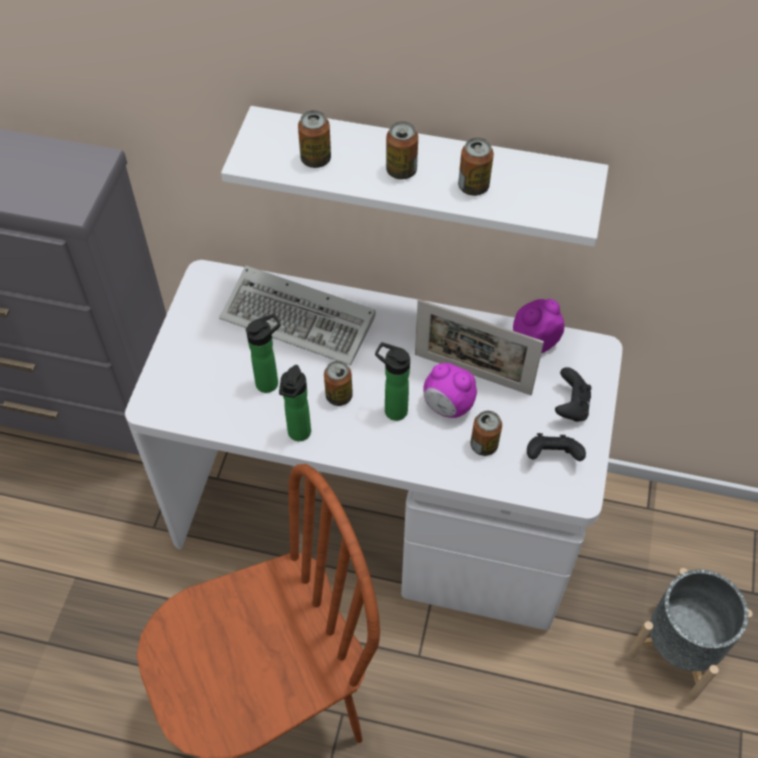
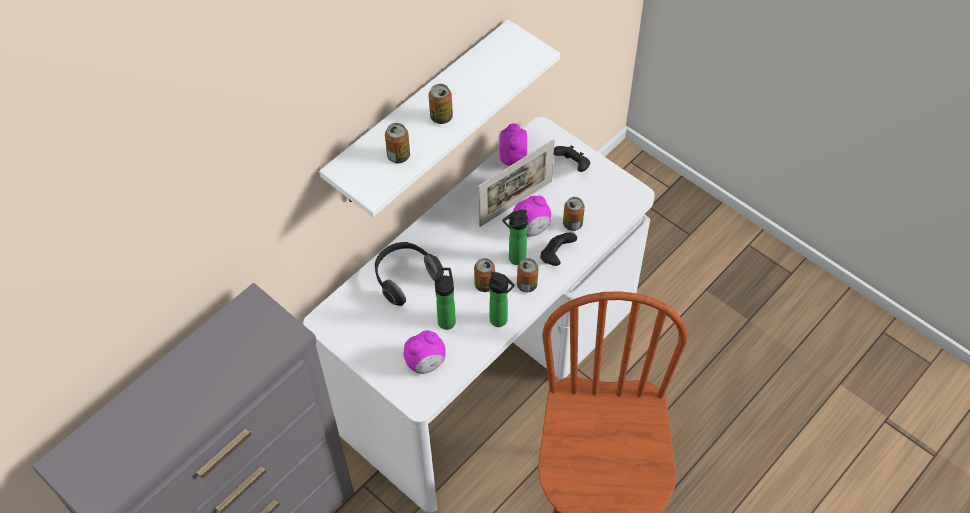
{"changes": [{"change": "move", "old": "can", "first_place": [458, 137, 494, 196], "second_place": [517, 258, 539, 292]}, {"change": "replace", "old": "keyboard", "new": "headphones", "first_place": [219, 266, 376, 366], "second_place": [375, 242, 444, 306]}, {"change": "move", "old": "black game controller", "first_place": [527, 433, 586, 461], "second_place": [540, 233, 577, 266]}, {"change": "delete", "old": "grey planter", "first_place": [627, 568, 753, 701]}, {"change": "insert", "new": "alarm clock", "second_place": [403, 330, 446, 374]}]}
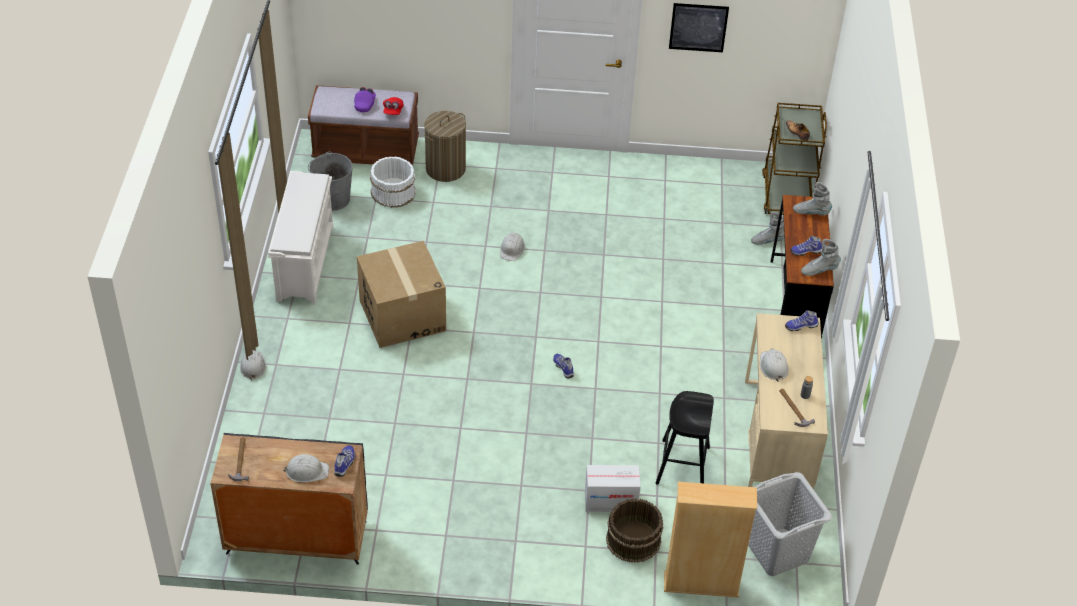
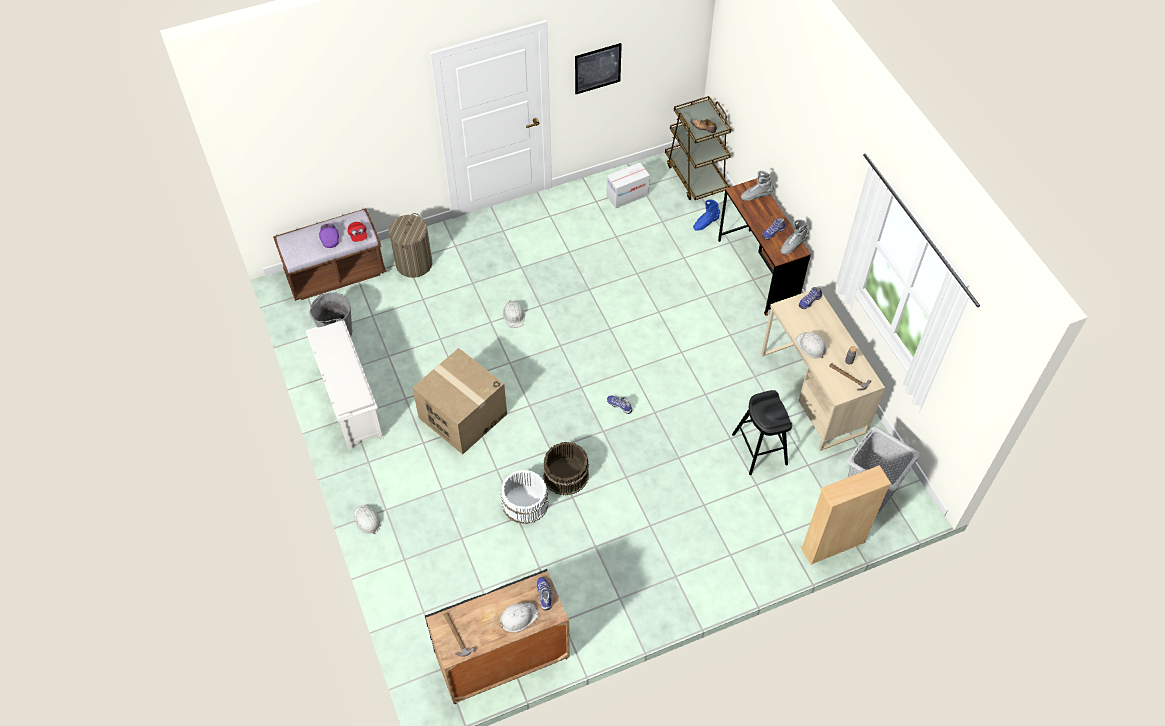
{"changes": [{"change": "move", "old": "white bucket", "first_place": [370, 156, 416, 208], "second_place": [501, 470, 548, 524]}, {"change": "recolor", "old": "grey boot", "new": "blue boot", "first_place": [751, 212, 784, 245], "second_place": [693, 200, 720, 231]}, {"change": "move", "old": "cardboard box", "first_place": [585, 465, 641, 512], "second_place": [606, 163, 650, 208]}, {"change": "move", "old": "brown bucket", "first_place": [606, 498, 663, 563], "second_place": [543, 442, 589, 496]}]}
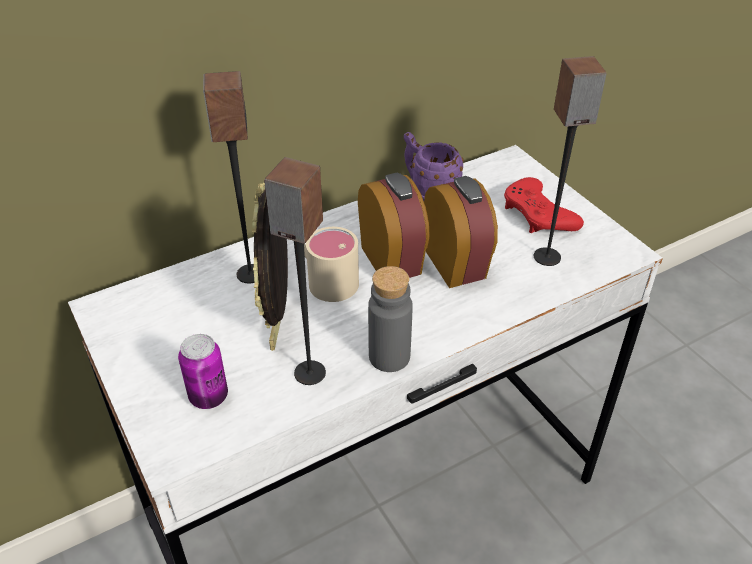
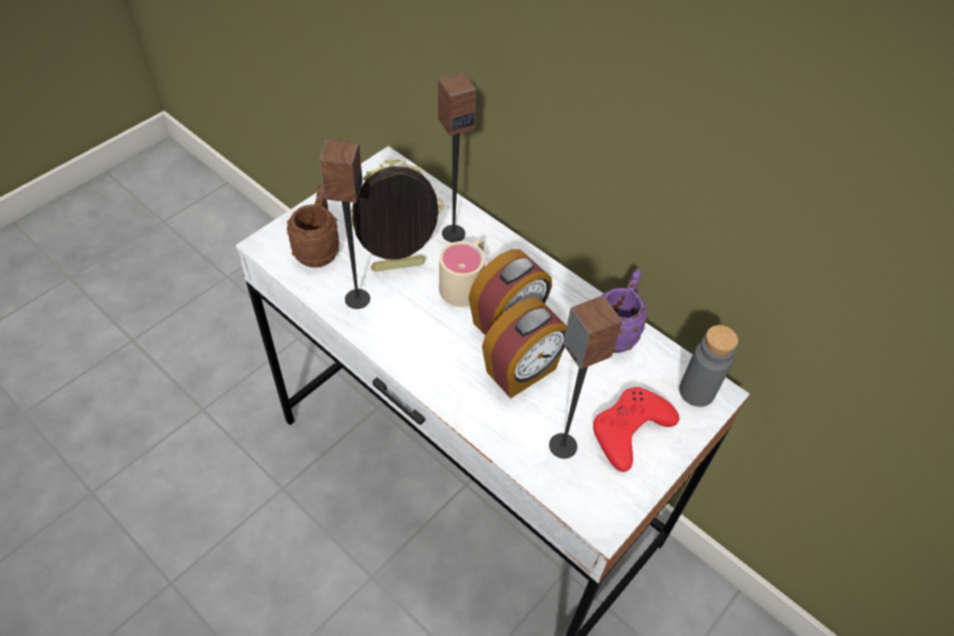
{"changes": [{"change": "move", "old": "grey bottle", "first_place": [368, 266, 413, 372], "second_place": [679, 325, 738, 407]}, {"change": "replace", "old": "can", "new": "brown mug", "first_place": [178, 334, 228, 409], "second_place": [287, 185, 339, 268]}]}
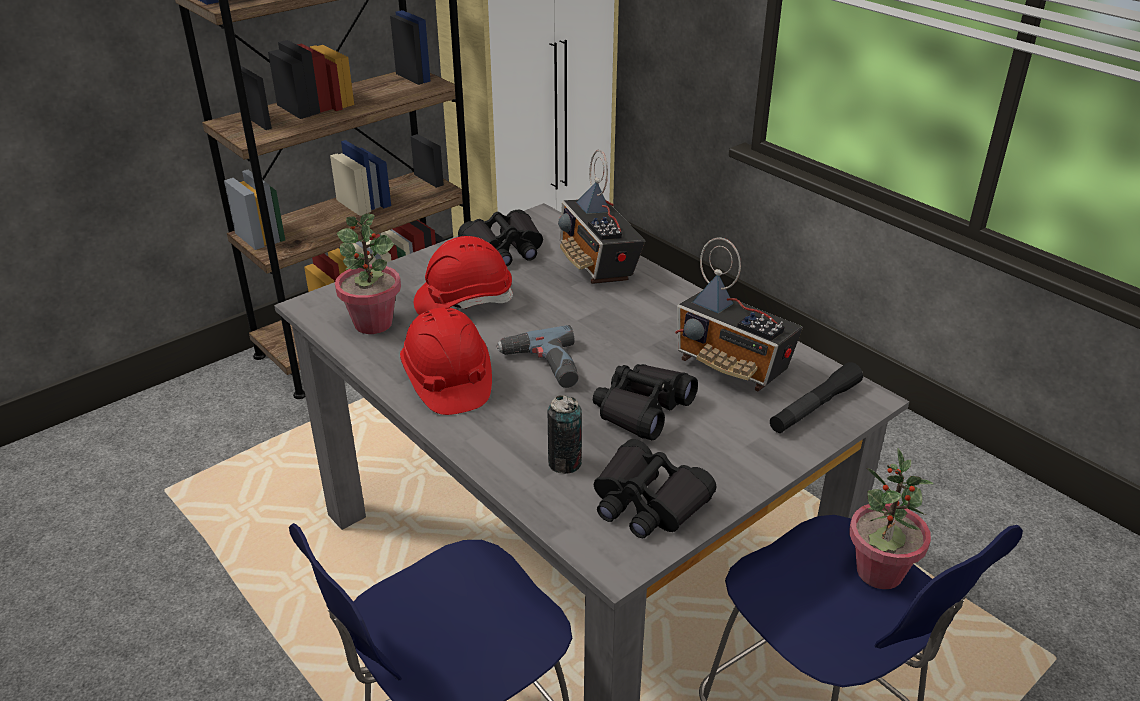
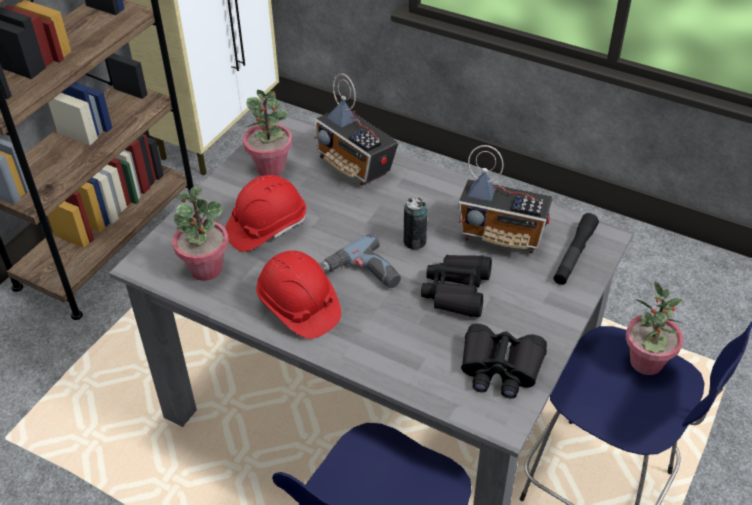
{"changes": [{"change": "replace", "old": "black binoculars", "new": "potted plant", "first_place": [458, 210, 543, 266], "second_place": [243, 90, 292, 176]}, {"change": "move", "old": "can", "first_place": [548, 395, 582, 474], "second_place": [404, 197, 427, 249]}]}
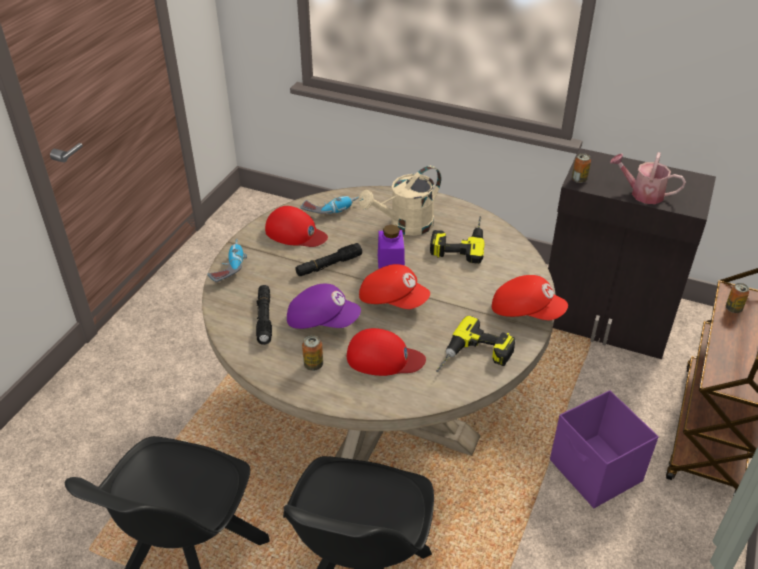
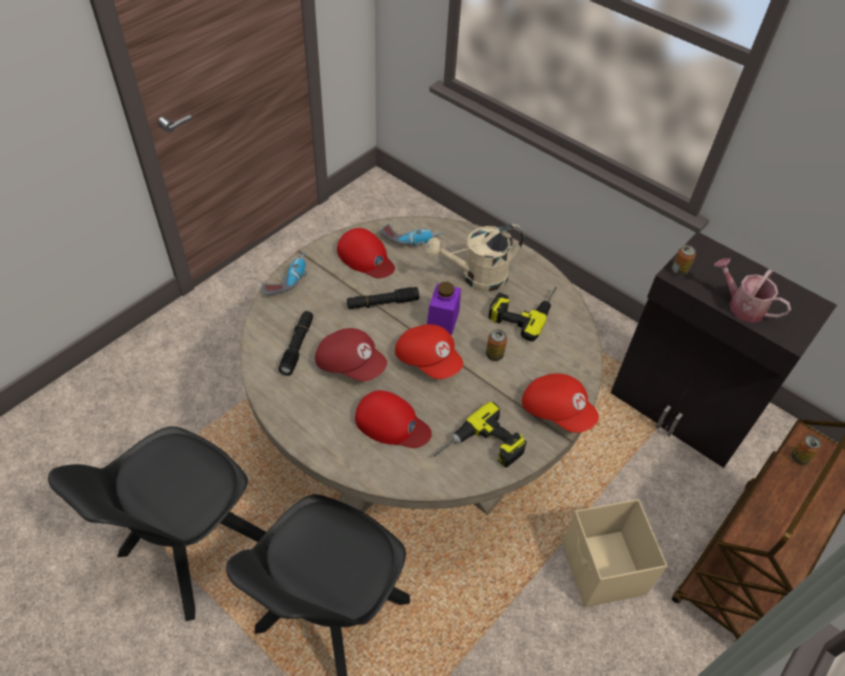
{"changes": [{"change": "recolor", "old": "purple cap", "new": "red cap", "first_place": [287, 284, 361, 329], "second_place": [315, 328, 387, 381]}, {"change": "move", "old": "can", "first_place": [302, 335, 323, 371], "second_place": [486, 329, 507, 361]}, {"change": "recolor", "old": "purple storage box", "new": "beige storage box", "first_place": [550, 390, 659, 508], "second_place": [562, 499, 668, 608]}]}
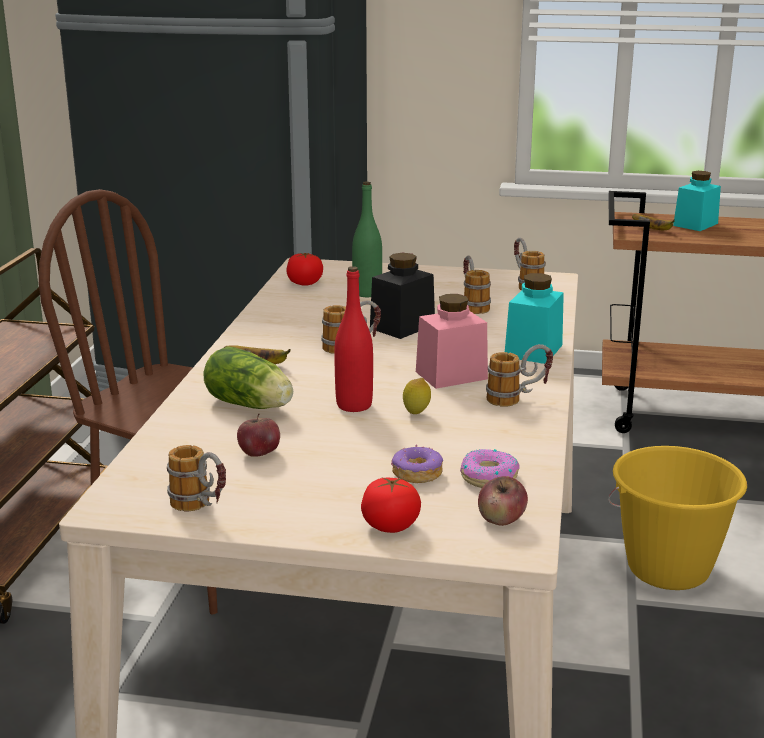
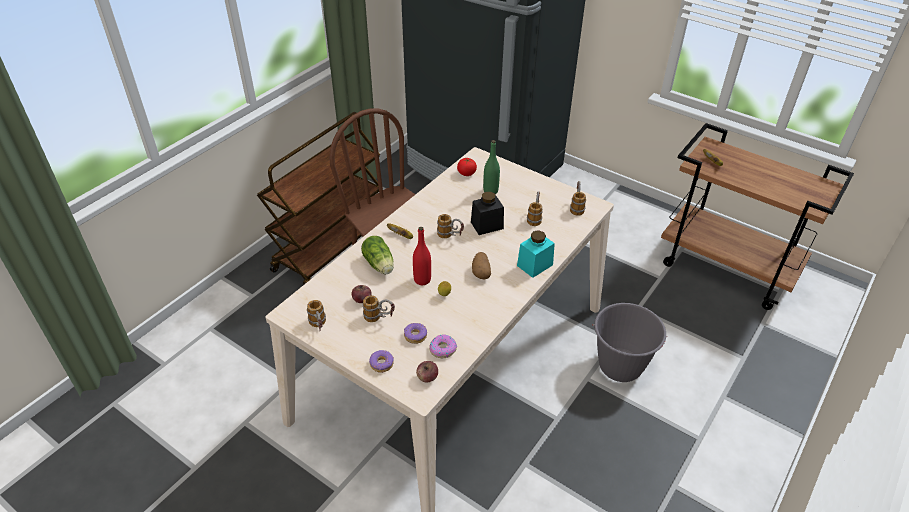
{"changes": [{"change": "delete", "old": "turquoise jar", "first_place": [673, 171, 721, 231]}, {"change": "replace", "old": "pink jar", "new": "potato", "first_place": [416, 294, 488, 389], "second_place": [472, 252, 491, 279]}, {"change": "move", "old": "mug", "first_place": [486, 344, 553, 407], "second_place": [363, 295, 395, 322]}, {"change": "recolor", "old": "yellow bucket", "new": "grey bucket", "first_place": [608, 446, 747, 590], "second_place": [592, 303, 667, 382]}, {"change": "replace", "old": "tomato", "new": "donut", "first_place": [361, 477, 421, 533], "second_place": [369, 350, 394, 373]}]}
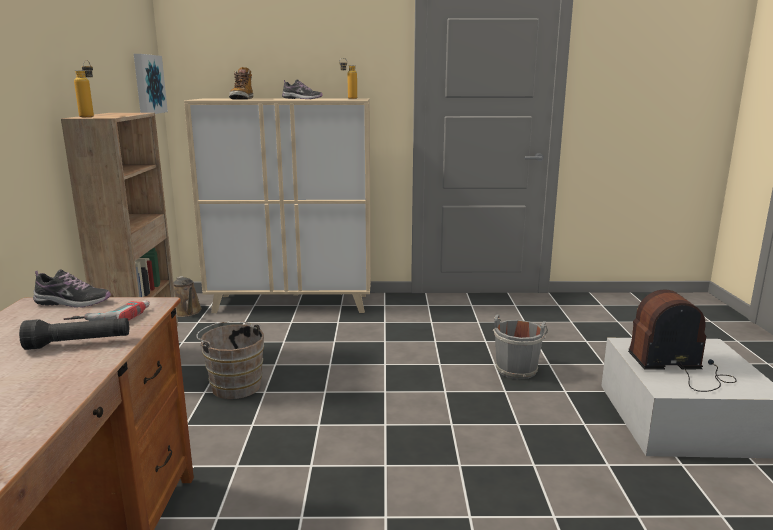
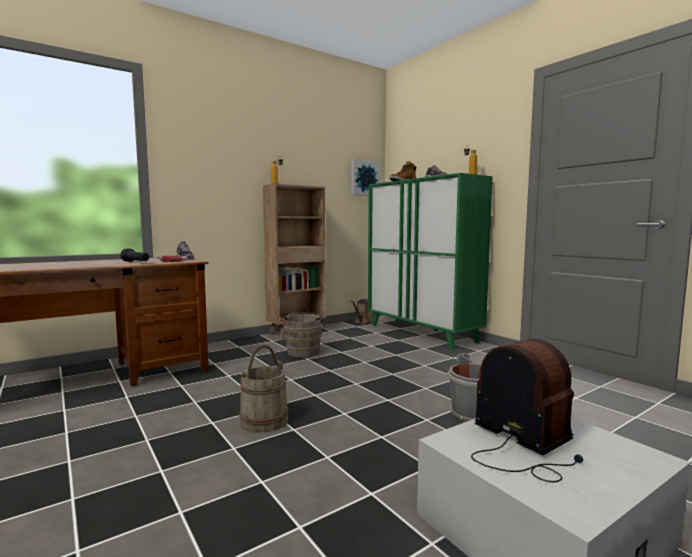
{"changes": [{"change": "recolor", "old": "beige cabinet", "new": "green cabinet", "first_place": [184, 98, 371, 313], "second_place": [368, 173, 493, 350]}, {"change": "insert", "new": "beige bucket", "second_place": [239, 345, 289, 433]}]}
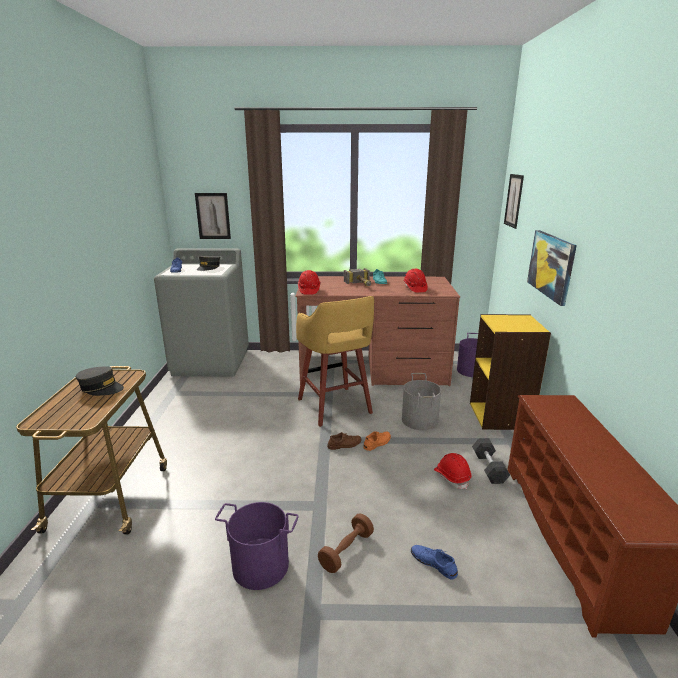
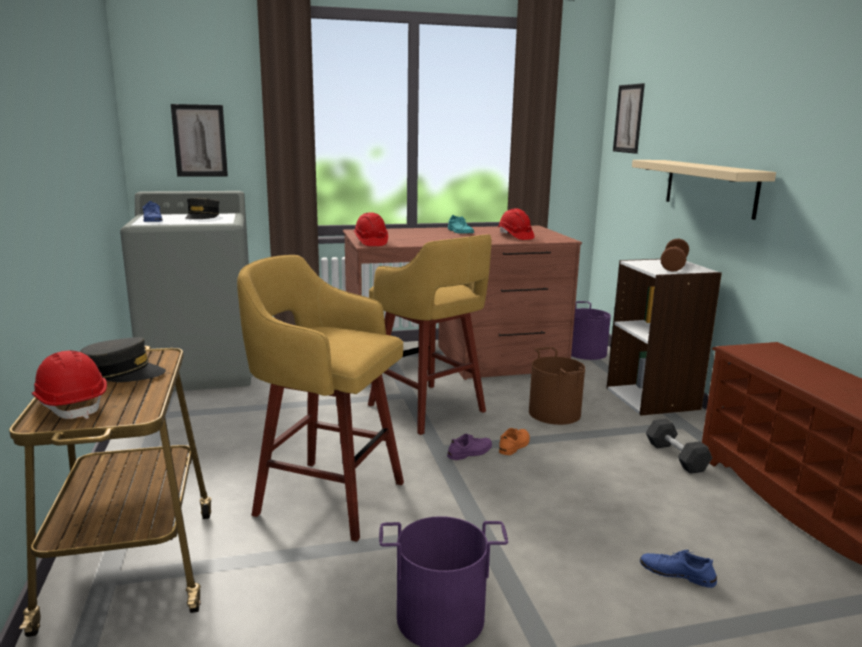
{"changes": [{"change": "replace", "old": "picture", "new": "beige shelf", "first_place": [527, 230, 577, 306], "second_place": [632, 160, 776, 220]}, {"change": "delete", "old": "hammer", "first_place": [344, 268, 371, 286]}, {"change": "recolor", "old": "yellow bookcase", "new": "white bookcase", "first_place": [470, 314, 551, 430], "second_place": [607, 259, 722, 416]}, {"change": "recolor", "old": "grey bucket", "new": "brown bucket", "first_place": [402, 373, 441, 430], "second_place": [529, 347, 585, 425]}, {"change": "recolor", "old": "brown shoe", "new": "purple shoe", "first_place": [327, 432, 362, 450], "second_place": [447, 434, 492, 460]}, {"change": "move", "old": "red hard hat", "first_place": [434, 453, 471, 489], "second_place": [32, 350, 107, 419]}, {"change": "move", "old": "brown dumbbell", "first_place": [318, 513, 374, 573], "second_place": [660, 238, 689, 272]}, {"change": "insert", "new": "yellow stool", "second_place": [237, 255, 404, 542]}]}
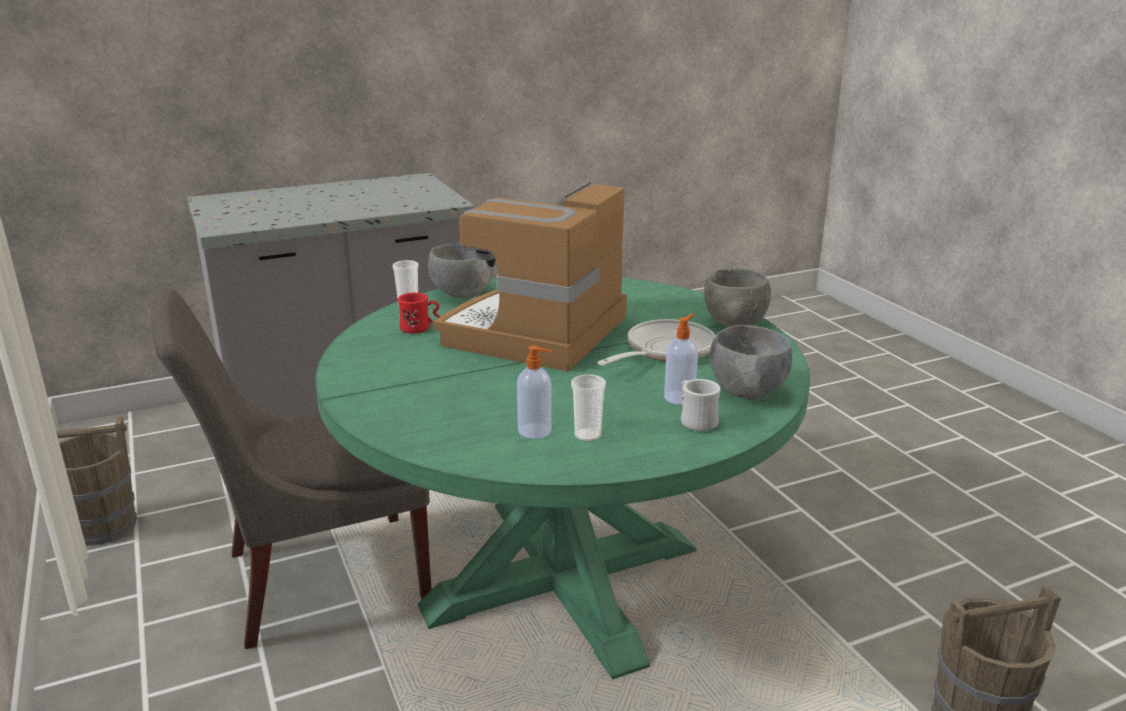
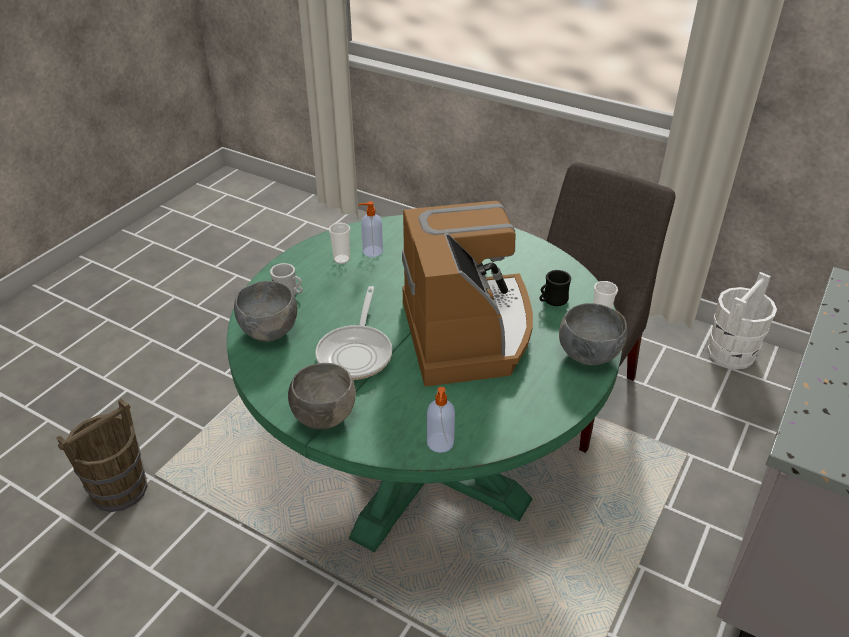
{"changes": [{"change": "recolor", "old": "red mug", "new": "black mug", "first_place": [398, 292, 440, 333], "second_place": [539, 270, 571, 306]}, {"change": "move", "old": "soap dispenser", "first_place": [664, 314, 698, 405], "second_place": [427, 387, 455, 453]}, {"change": "recolor", "old": "brown bucket", "new": "white bucket", "first_place": [56, 417, 137, 545], "second_place": [707, 272, 777, 369]}]}
